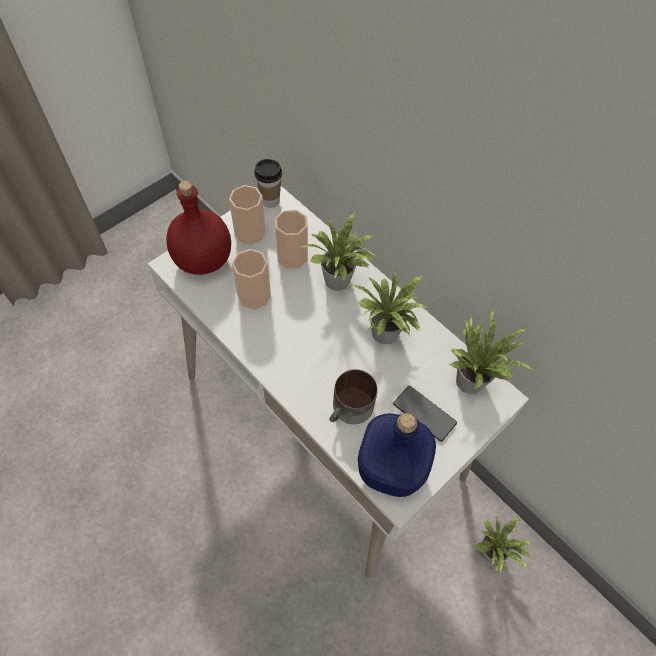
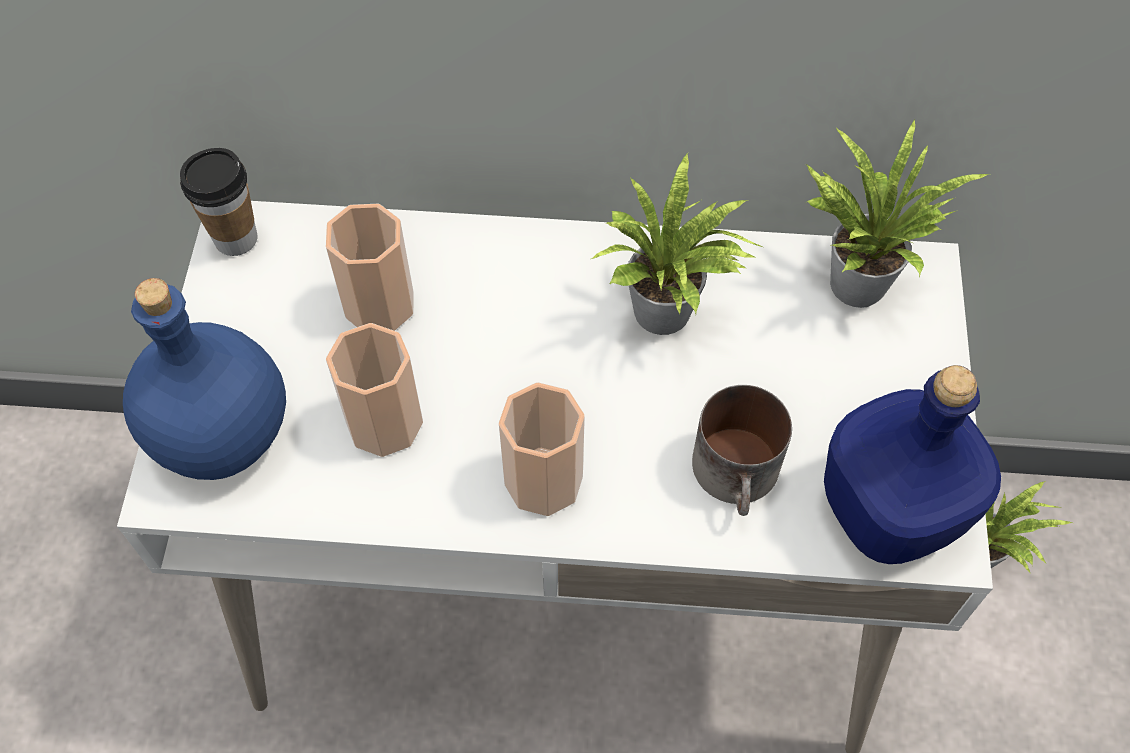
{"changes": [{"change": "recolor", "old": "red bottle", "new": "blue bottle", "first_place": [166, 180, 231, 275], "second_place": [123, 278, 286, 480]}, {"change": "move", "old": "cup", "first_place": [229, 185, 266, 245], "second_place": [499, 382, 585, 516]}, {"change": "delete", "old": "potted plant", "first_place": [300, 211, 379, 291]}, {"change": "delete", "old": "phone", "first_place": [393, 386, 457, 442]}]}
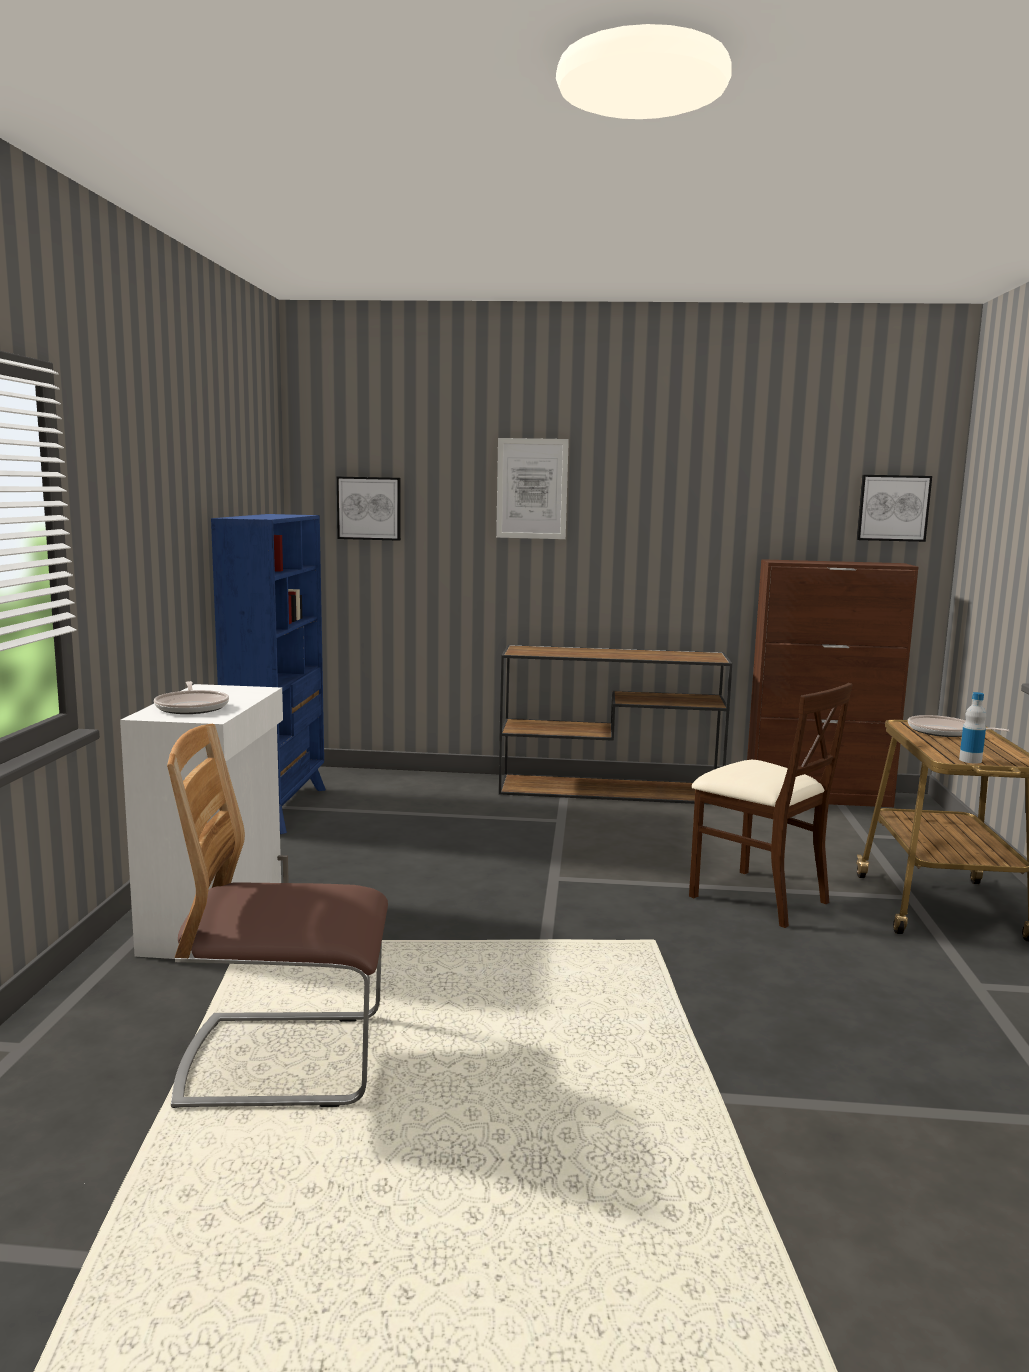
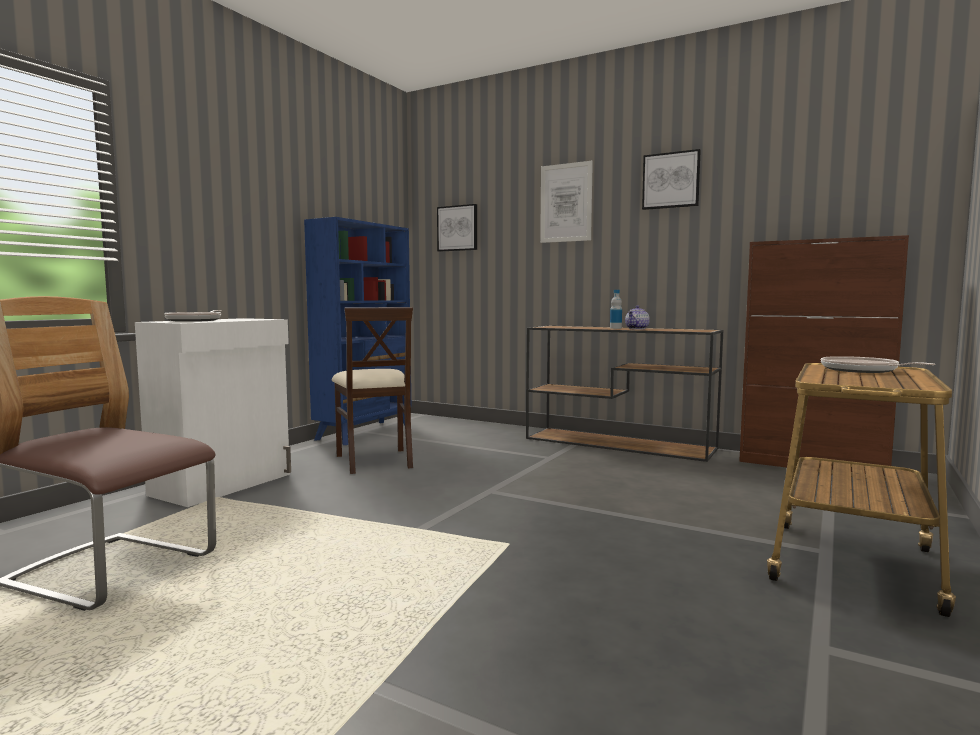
{"changes": [{"change": "move", "old": "picture", "first_place": [856, 475, 932, 542], "second_place": [642, 149, 701, 210]}, {"change": "move", "old": "beige chair", "first_place": [689, 683, 853, 928], "second_place": [332, 307, 413, 474]}, {"change": "move", "old": "bottle", "first_place": [959, 692, 986, 764], "second_place": [610, 290, 622, 329]}, {"change": "insert", "new": "teapot", "second_place": [625, 306, 650, 330]}]}
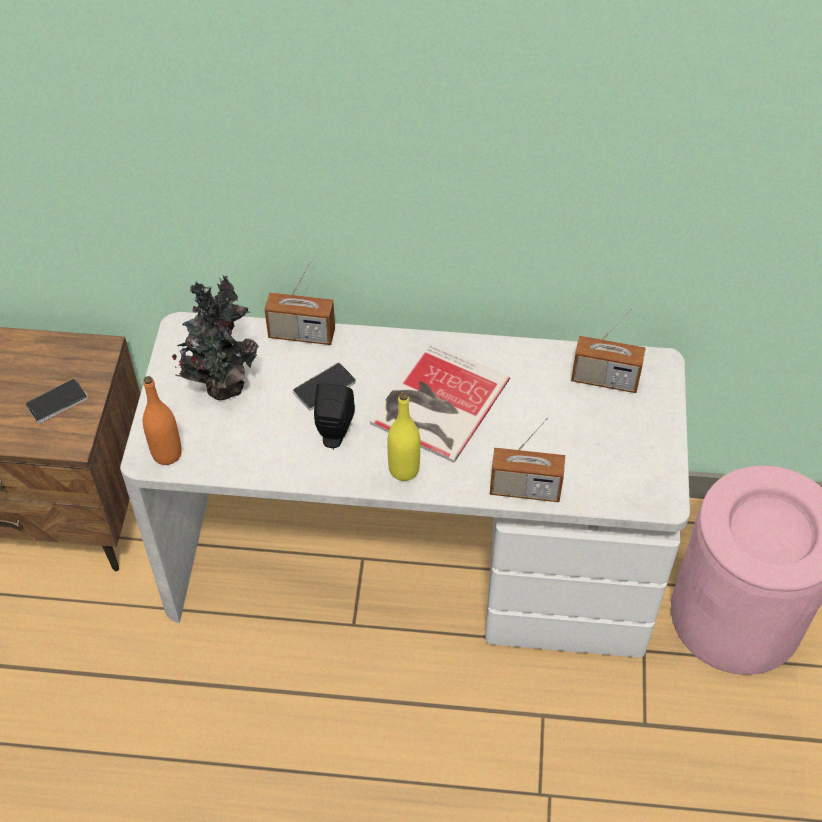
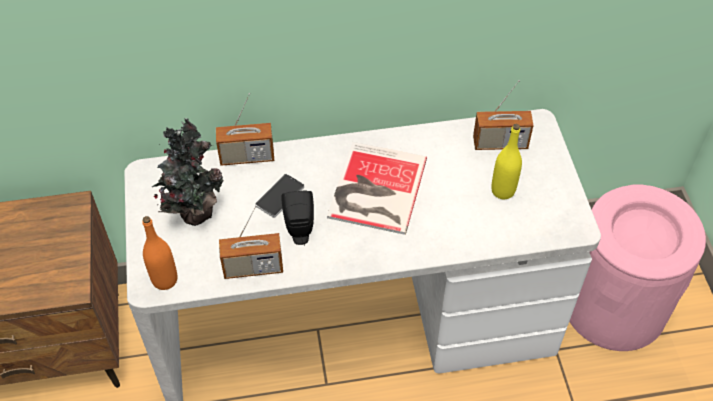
{"changes": [{"change": "delete", "old": "phone", "first_place": [25, 379, 88, 423]}, {"change": "move", "old": "yellow bottle", "first_place": [387, 392, 420, 481], "second_place": [491, 124, 522, 199]}, {"change": "move", "old": "radio", "first_place": [490, 417, 565, 502], "second_place": [219, 205, 283, 279]}]}
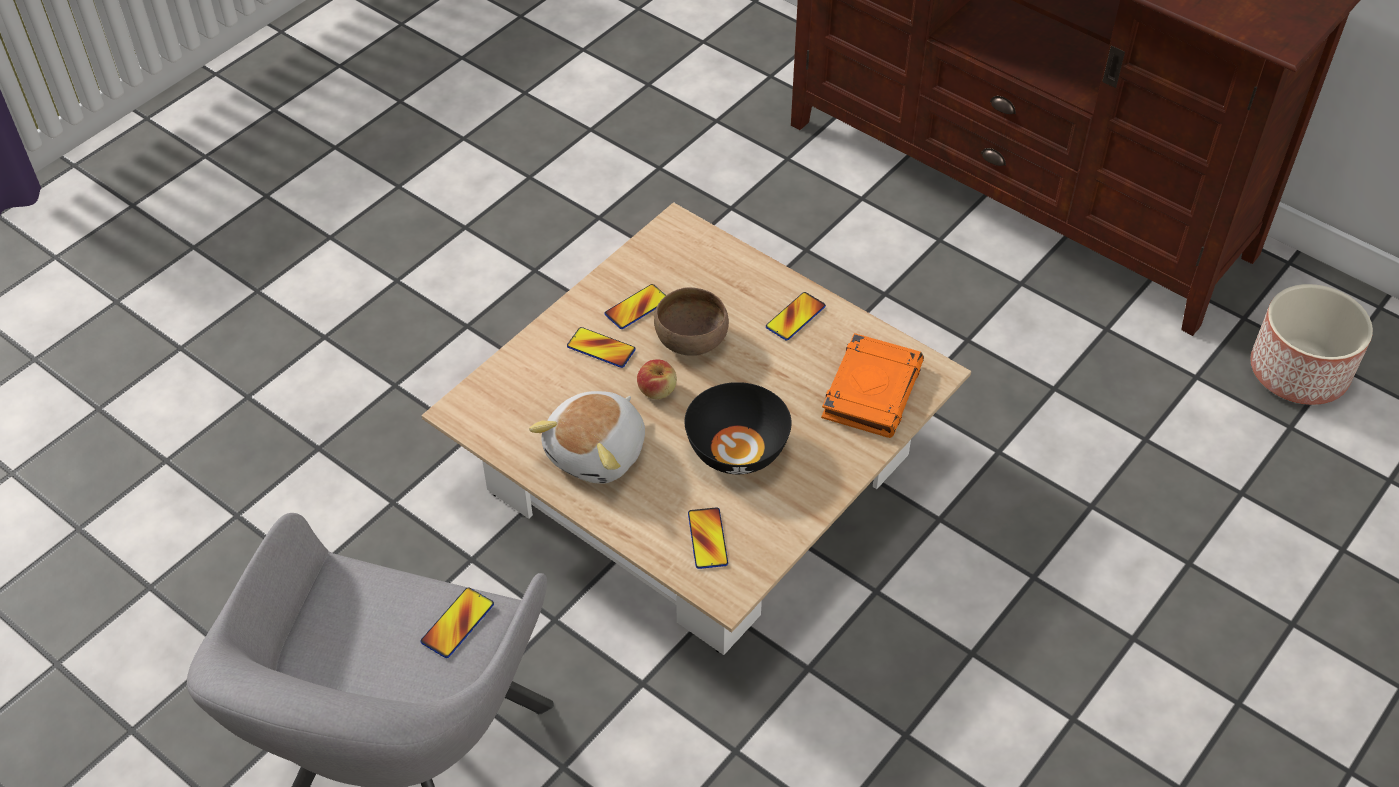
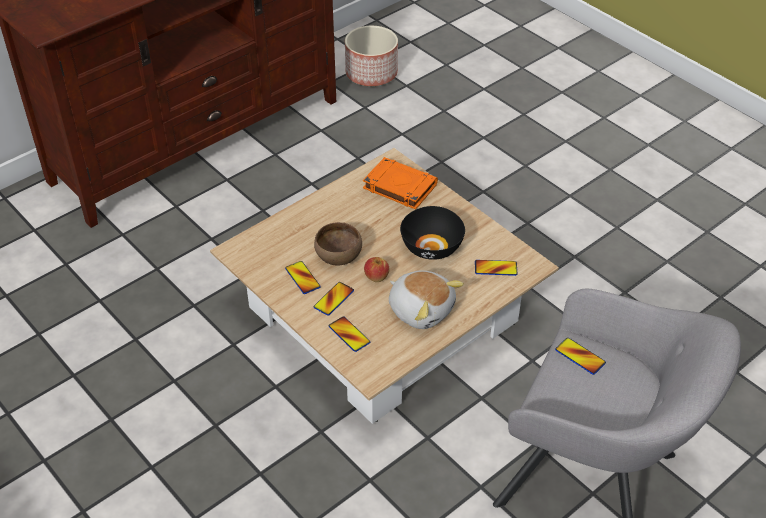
{"changes": [{"change": "move", "old": "phone", "first_place": [766, 292, 826, 340], "second_place": [329, 316, 370, 352]}]}
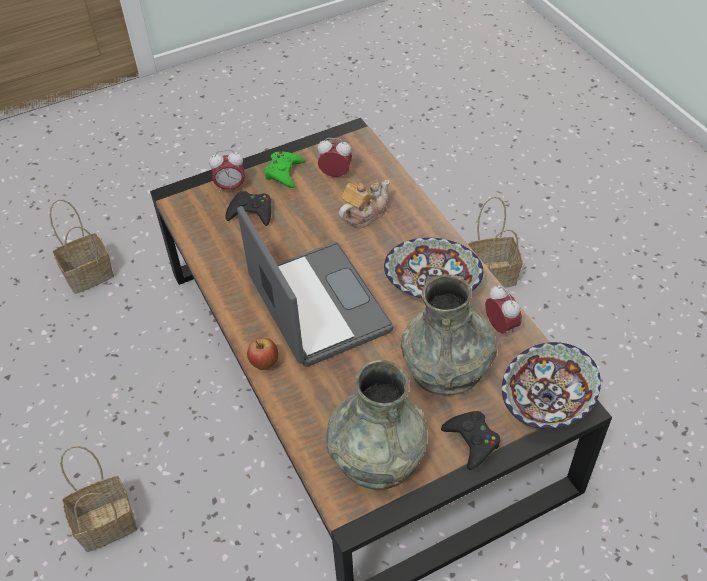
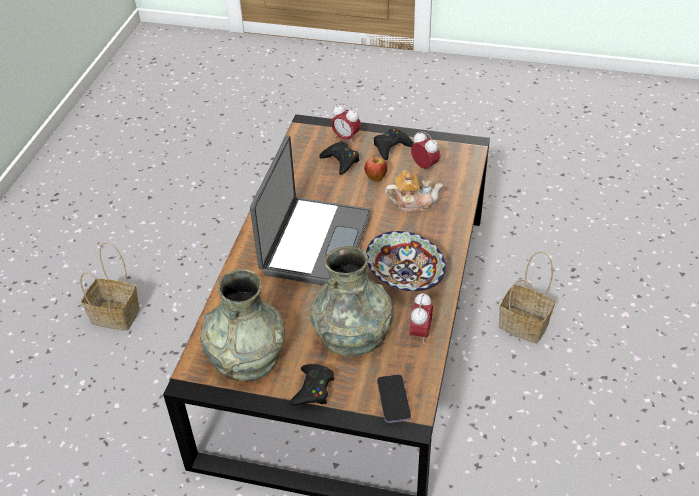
{"changes": [{"change": "recolor", "old": "green game controller", "new": "black game controller", "first_place": [265, 151, 305, 188], "second_place": [374, 128, 414, 160]}, {"change": "delete", "old": "basket", "first_place": [49, 200, 114, 294]}, {"change": "move", "old": "apple", "first_place": [247, 338, 278, 370], "second_place": [364, 155, 387, 182]}, {"change": "replace", "old": "bowl", "new": "phone", "first_place": [502, 342, 601, 429], "second_place": [377, 375, 411, 423]}]}
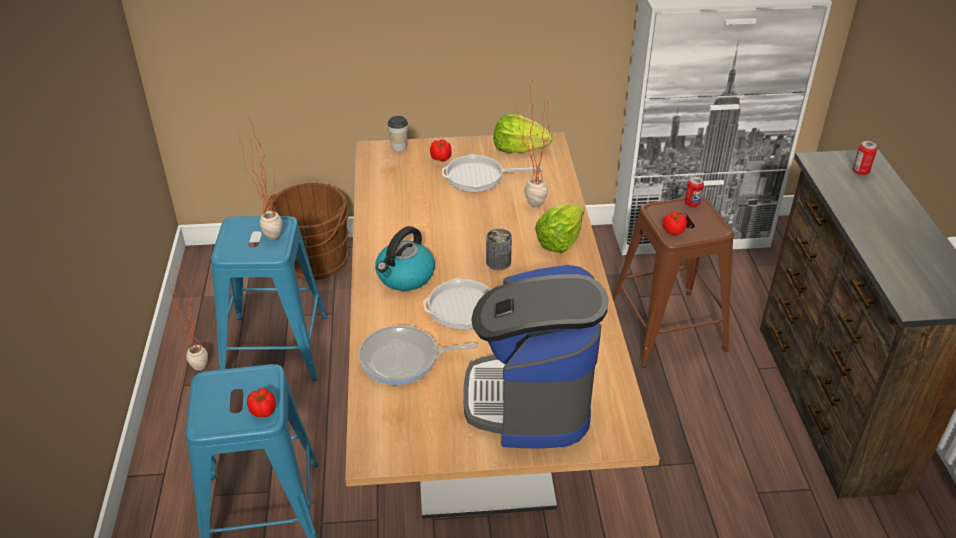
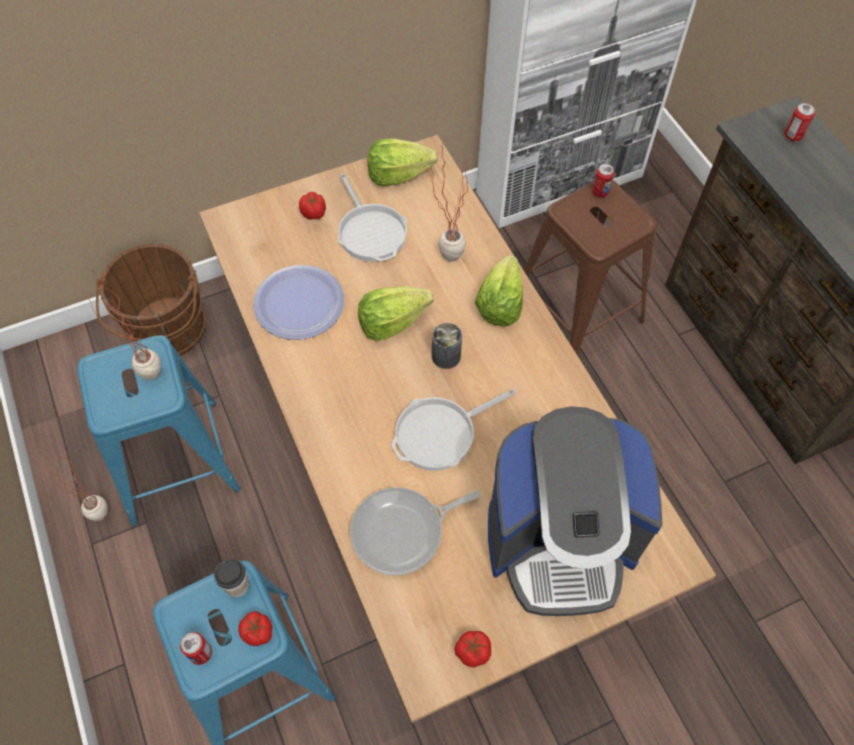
{"changes": [{"change": "move", "old": "cup", "first_place": [388, 116, 408, 151], "second_place": [214, 559, 249, 598]}, {"change": "rotate", "old": "frying pan", "first_place": [442, 154, 543, 192], "second_place": [338, 173, 407, 262], "degrees": -90}, {"change": "move", "old": "tomato", "first_place": [663, 211, 687, 235], "second_place": [454, 631, 491, 668]}, {"change": "delete", "old": "kettle", "first_place": [375, 226, 435, 291]}, {"change": "rotate", "old": "coffee machine", "first_place": [463, 265, 609, 449], "second_place": [488, 406, 663, 616], "degrees": -75}, {"change": "insert", "new": "plate", "second_place": [253, 265, 344, 340]}, {"change": "insert", "new": "lettuce", "second_place": [358, 286, 433, 341]}, {"change": "insert", "new": "can", "second_place": [180, 632, 212, 665]}]}
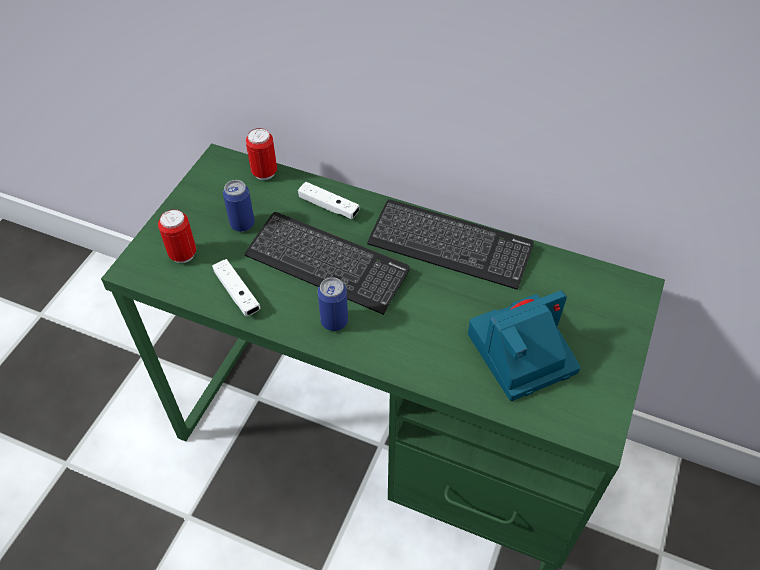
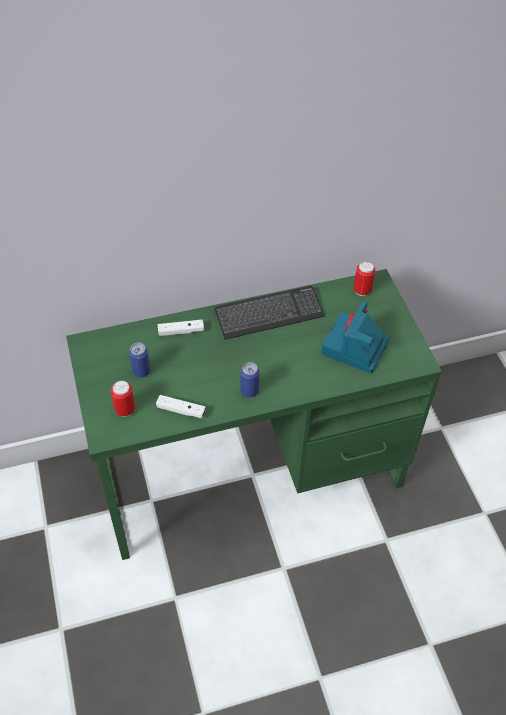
{"changes": [{"change": "move", "old": "can", "first_place": [246, 128, 277, 180], "second_place": [354, 261, 376, 296]}, {"change": "delete", "old": "keyboard", "first_place": [244, 212, 410, 315]}]}
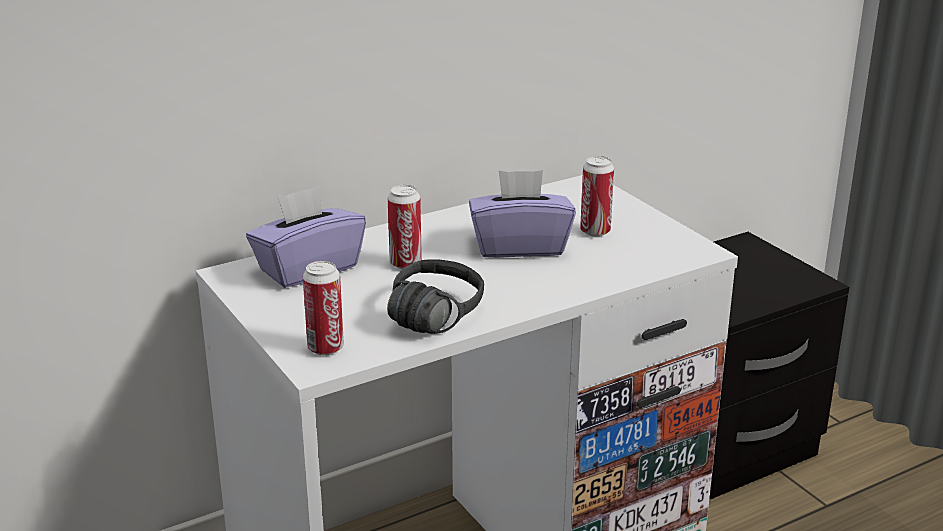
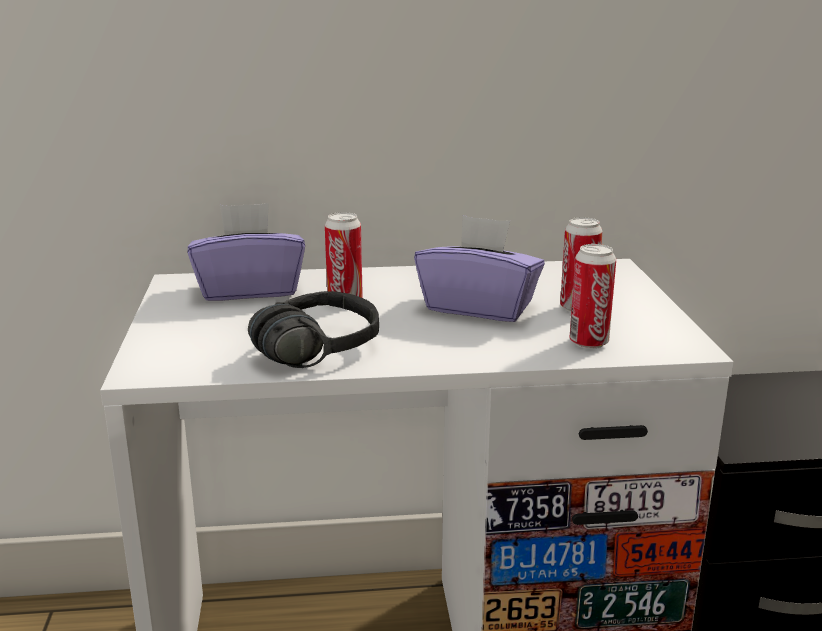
{"changes": [{"change": "move", "old": "can", "first_place": [303, 261, 344, 356], "second_place": [569, 244, 616, 349]}]}
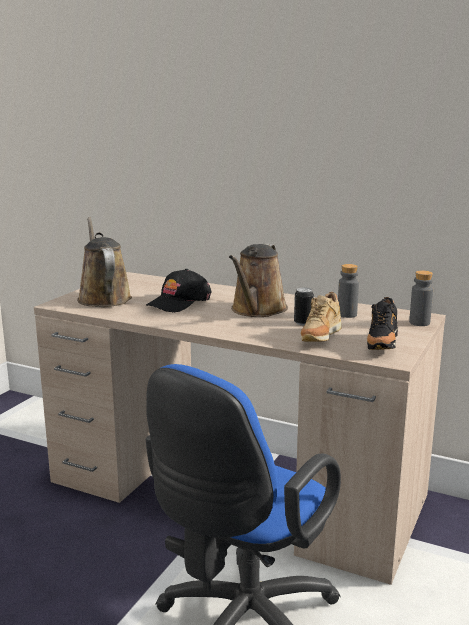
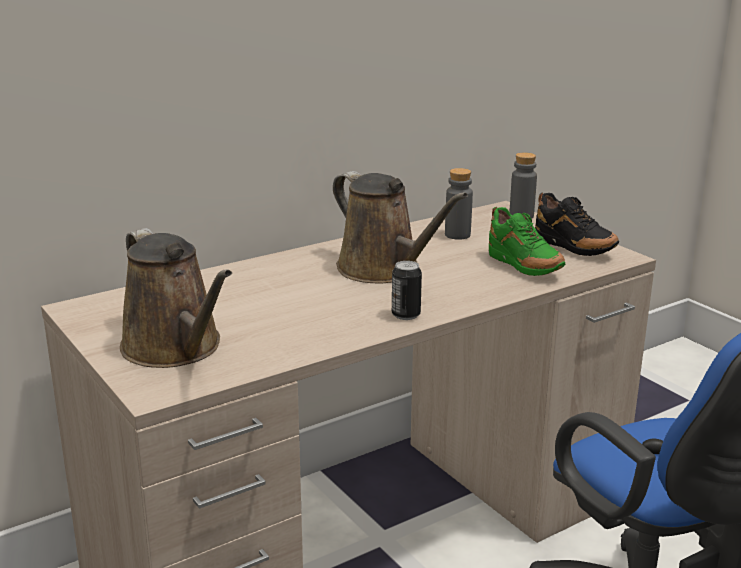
{"changes": [{"change": "rotate", "old": "brown watering can", "first_place": [77, 217, 132, 307], "second_place": [120, 228, 232, 368], "degrees": -135}, {"change": "delete", "old": "black cap", "first_place": [146, 269, 212, 312]}, {"change": "move", "old": "can", "first_place": [294, 288, 314, 325], "second_place": [392, 261, 422, 320]}, {"change": "recolor", "old": "beige shoe", "new": "green shoe", "first_place": [301, 292, 341, 342], "second_place": [489, 207, 565, 276]}]}
